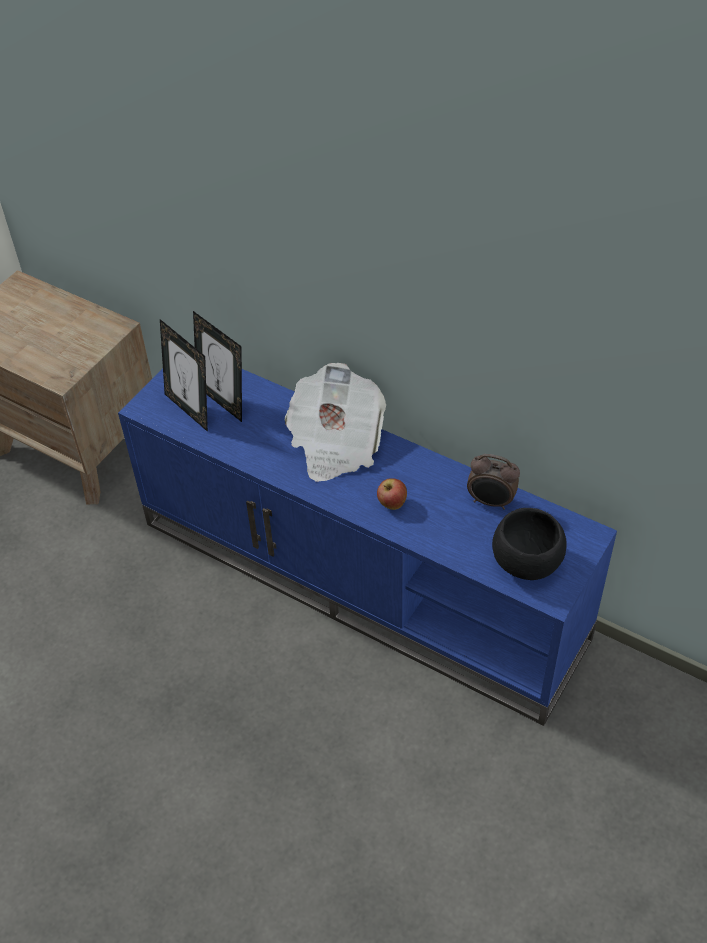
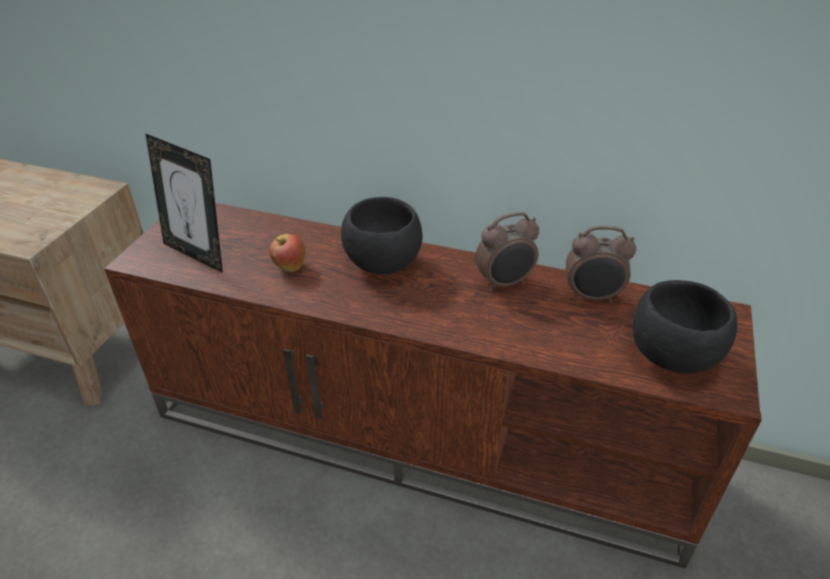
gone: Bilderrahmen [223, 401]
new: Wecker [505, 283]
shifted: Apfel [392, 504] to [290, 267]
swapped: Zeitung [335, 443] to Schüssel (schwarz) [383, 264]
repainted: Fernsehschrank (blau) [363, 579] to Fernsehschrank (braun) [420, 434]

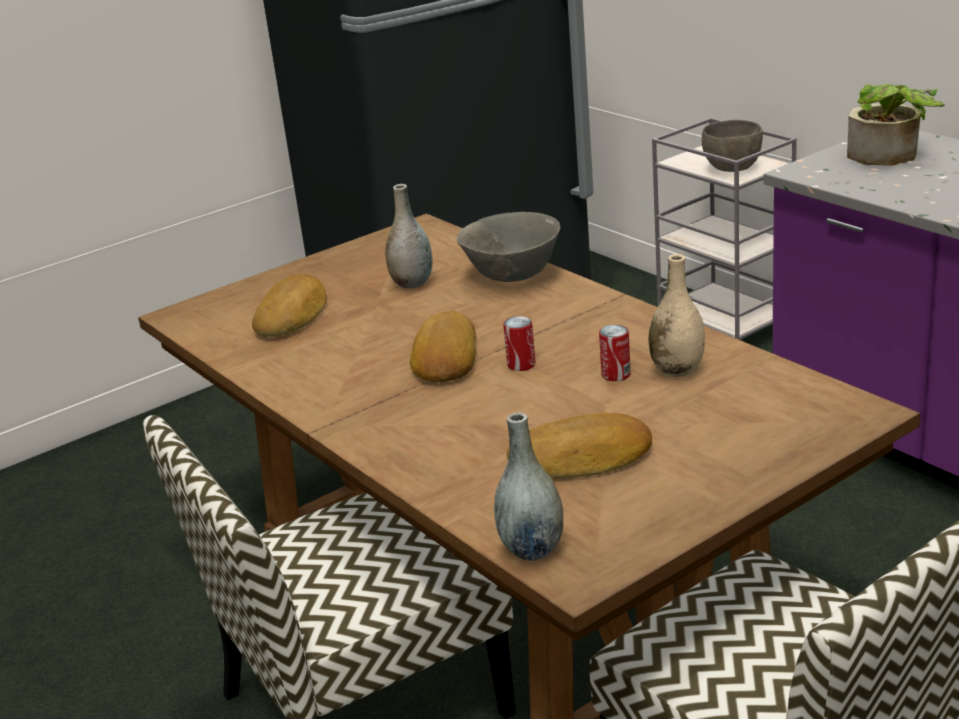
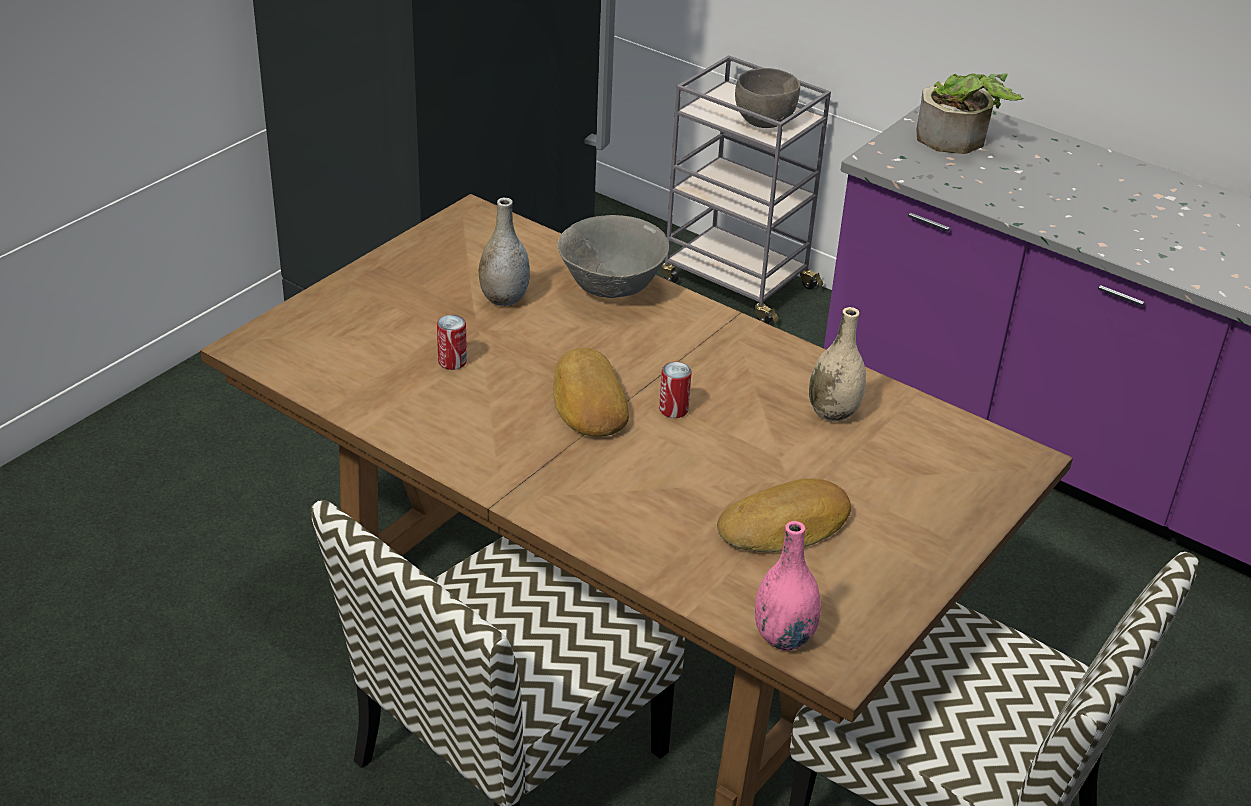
gone: Brot [293, 315]
shifted: Dose [616, 374] to [452, 362]
repainted: Vase (grau) [532, 549] to Vase (rosa) [783, 637]

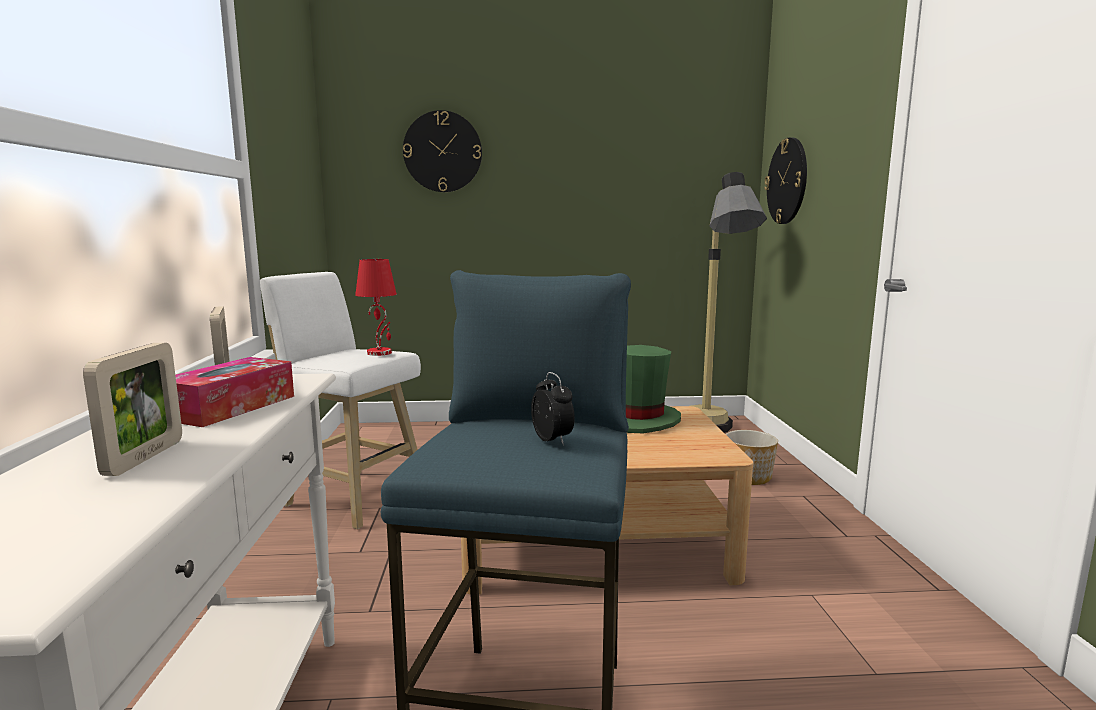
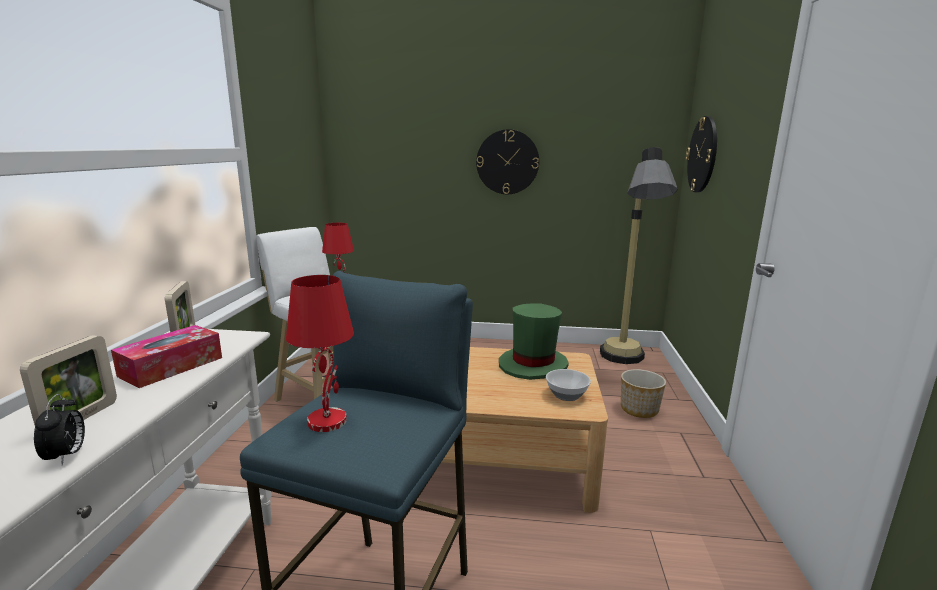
new: Tischlampe (rot) [327, 421]; Schüssel [566, 394]
shifted: Wanduhr [442, 152] to [507, 162]; Wecker [553, 440] to [67, 456]

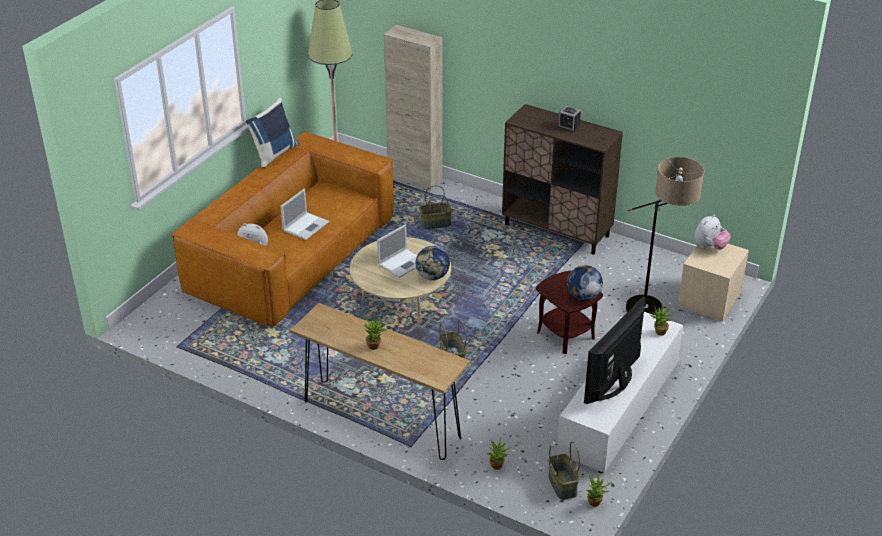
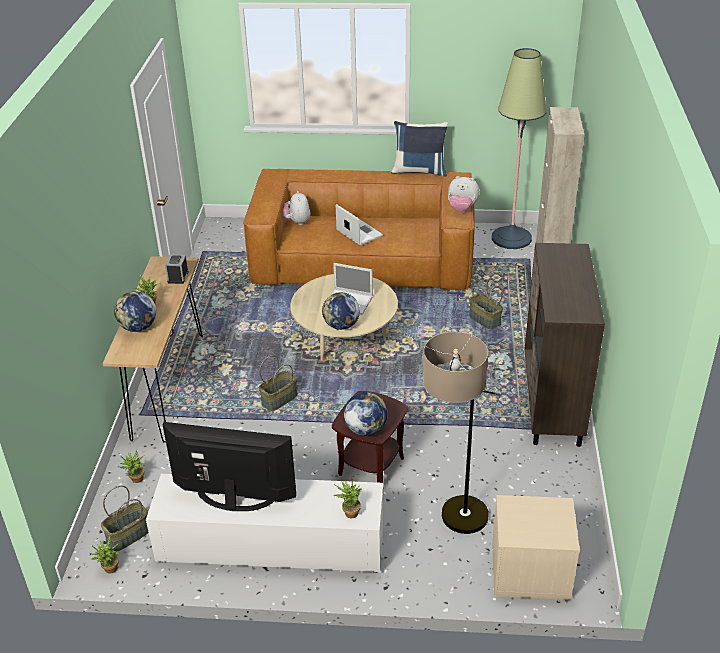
new: Globus [138, 327]
shifted: Wecker [568, 126] to [178, 277]; Plüschtier [709, 247] to [462, 208]
rotated: Laptop [306, 226] = [358, 233] 135 degrees counterclockwise

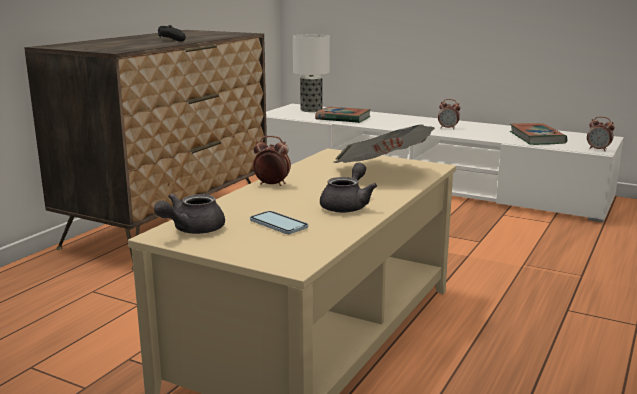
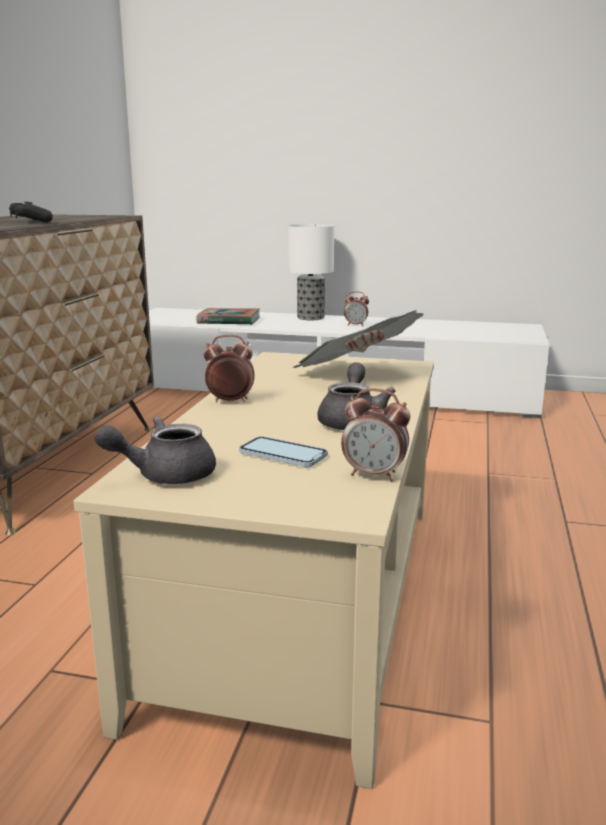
gone: Buch [537, 138]
shifted: Tischlampe [311, 110] to [311, 318]; Wecker [598, 149] to [374, 475]
rotated: Teekanne (grau) [192, 230] = [164, 475] 45 degrees clockwise

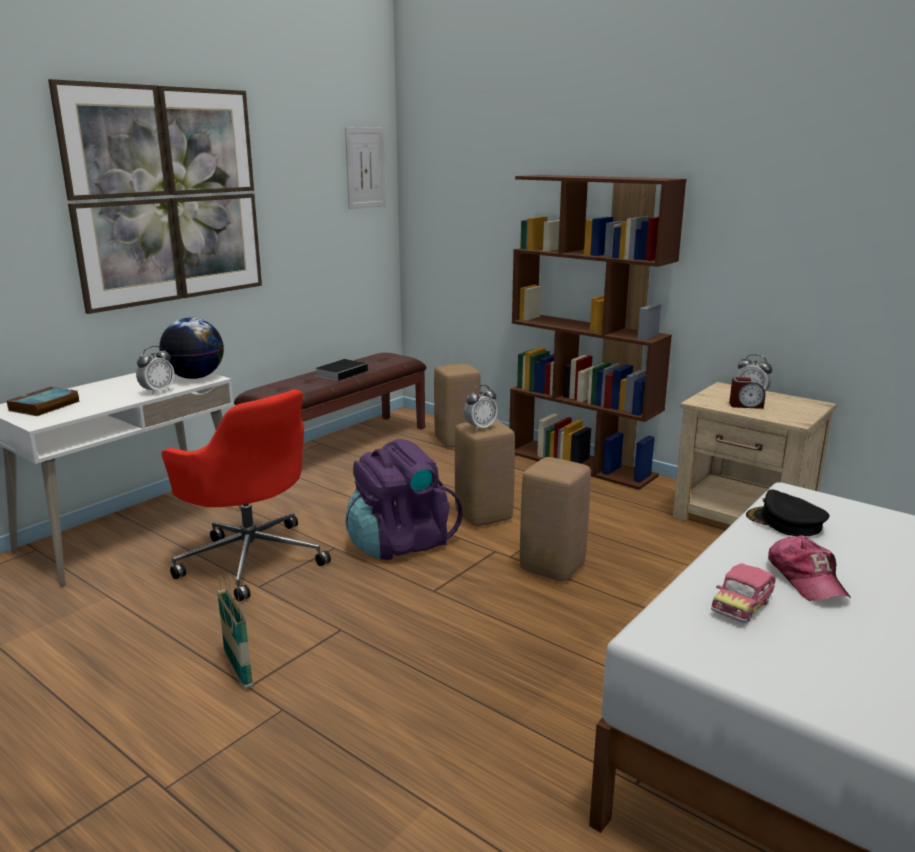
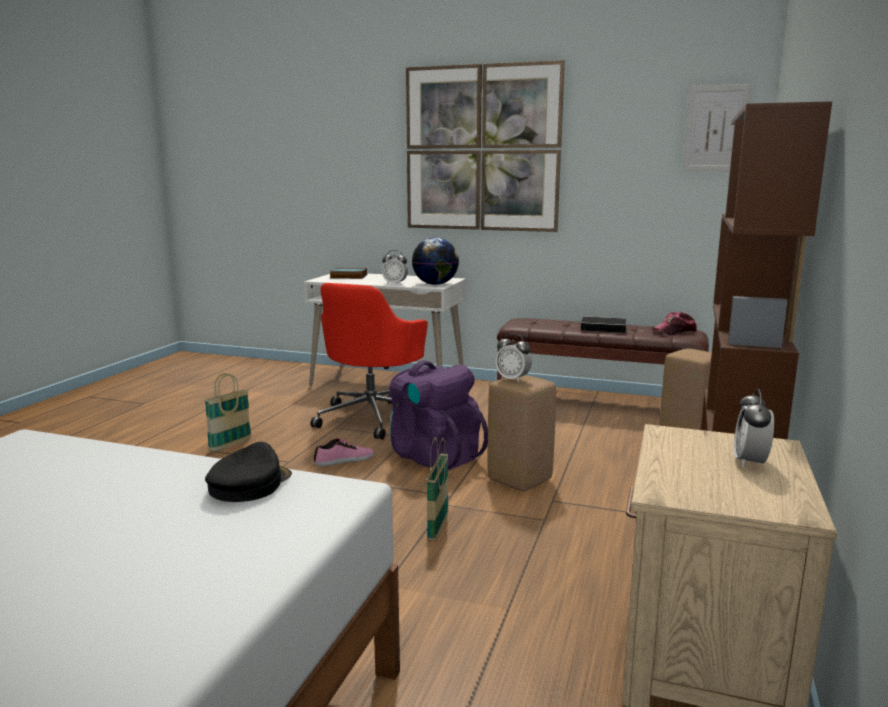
gone: Wecker [745, 405]; Spielzeugauto [742, 606]
new: Schuh [344, 460]
shifted: Kappe [806, 578] to [675, 331]
swapped: Hocker (beige) [553, 567] to Korb [438, 528]

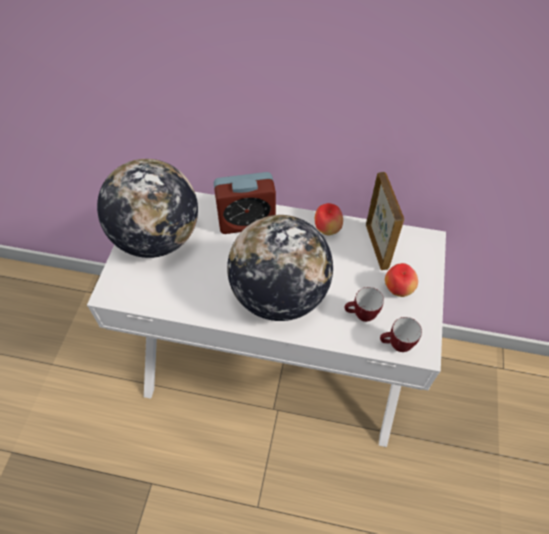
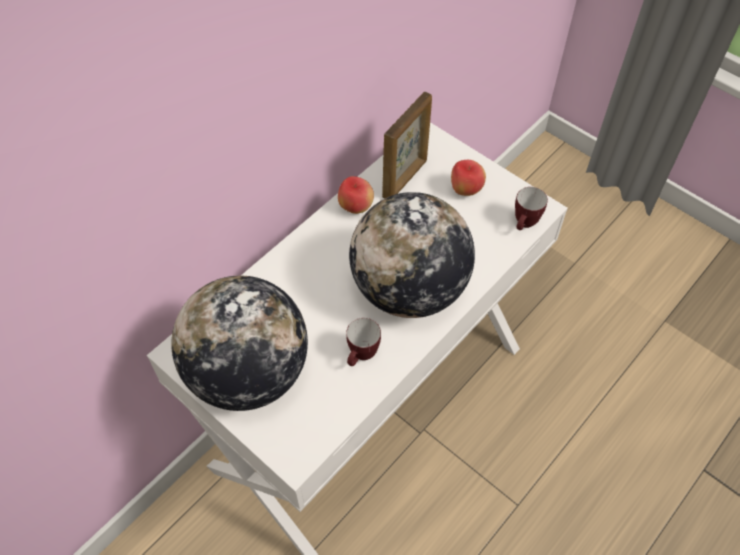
gone: Wecker [246, 221]
shifted: Henkelbecher [360, 316] to [361, 357]
rotated: Bilderrahmen [377, 246] = [405, 178] 105 degrees clockwise

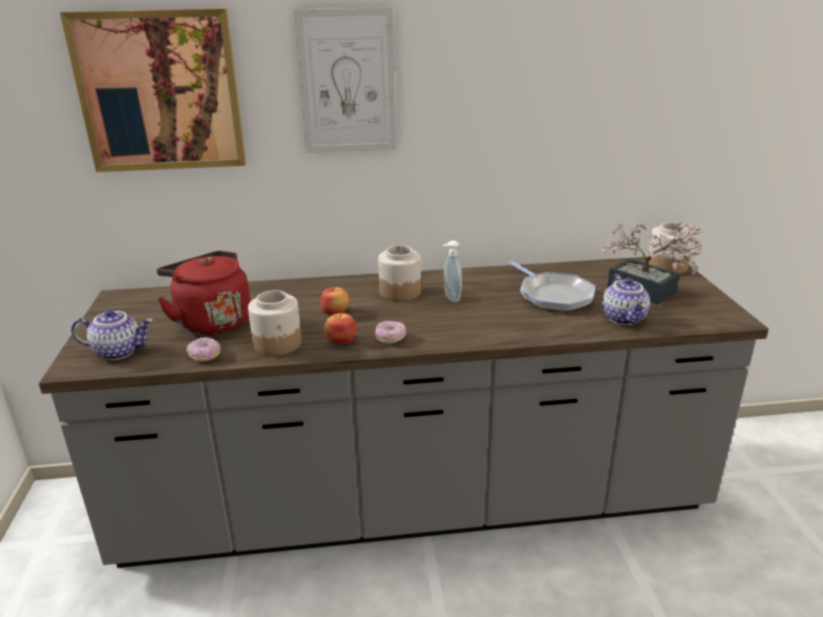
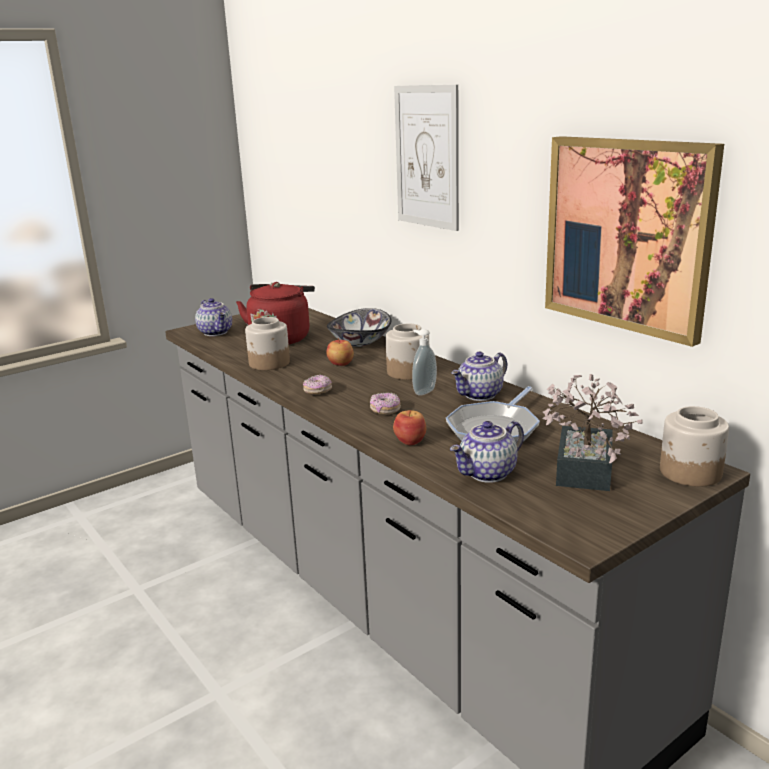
new: Schüssel [361, 342]; Teekanne [480, 395]
shifted: Bild [160, 91] to [627, 235]; Apfel [341, 340] to [411, 440]; Donut [205, 356] to [385, 410]

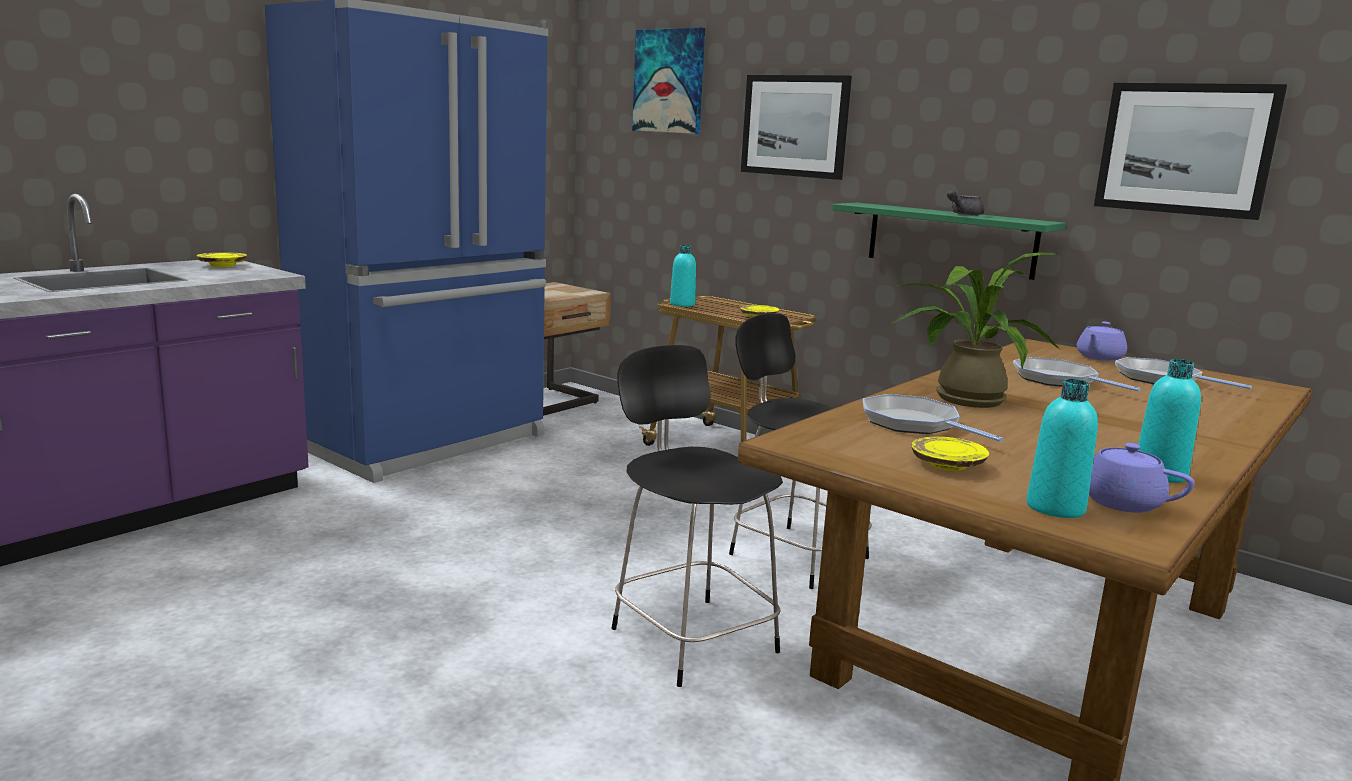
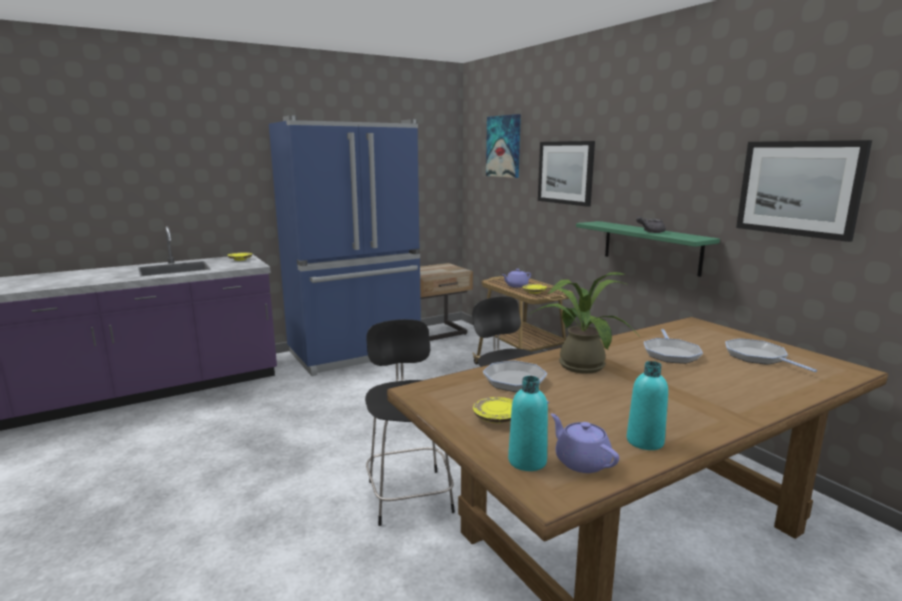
gone: Flasche (türkis) [682, 304]
shifted: Teekanne (lila) [1099, 357] to [516, 286]
rotated: Pfanne [1058, 380] = [670, 353] 150 degrees counterclockwise

